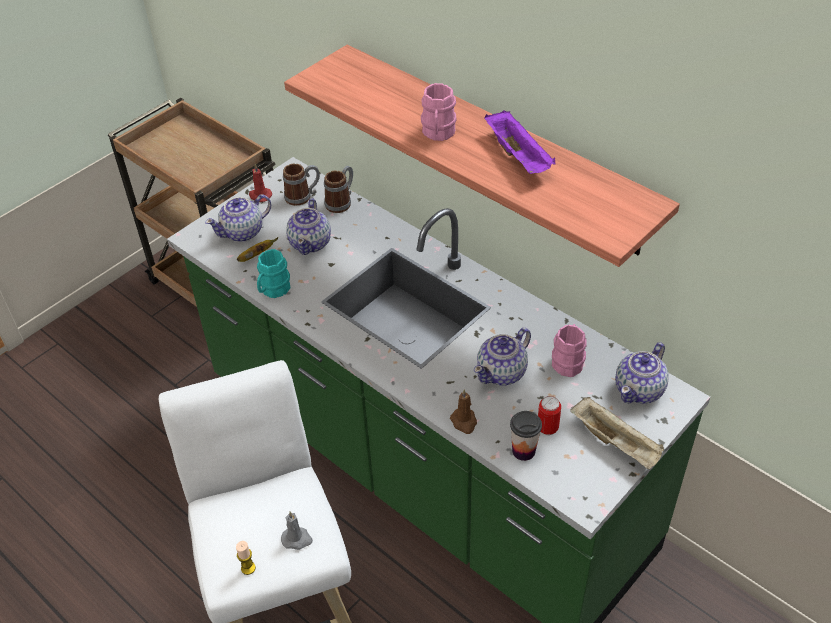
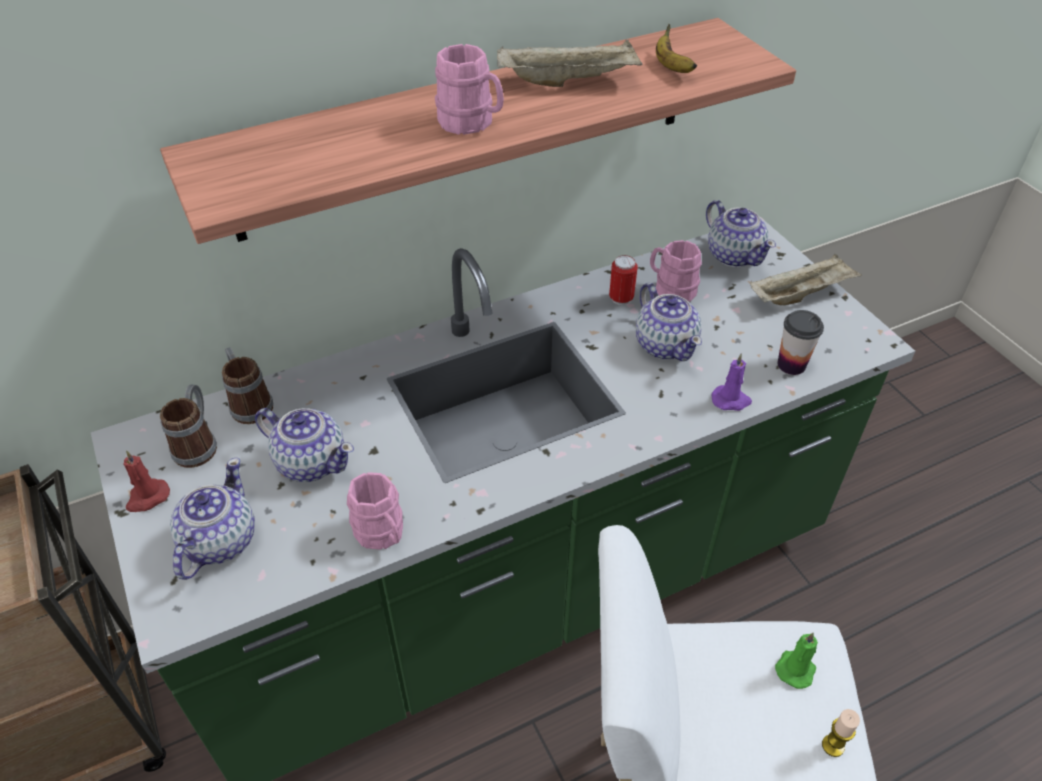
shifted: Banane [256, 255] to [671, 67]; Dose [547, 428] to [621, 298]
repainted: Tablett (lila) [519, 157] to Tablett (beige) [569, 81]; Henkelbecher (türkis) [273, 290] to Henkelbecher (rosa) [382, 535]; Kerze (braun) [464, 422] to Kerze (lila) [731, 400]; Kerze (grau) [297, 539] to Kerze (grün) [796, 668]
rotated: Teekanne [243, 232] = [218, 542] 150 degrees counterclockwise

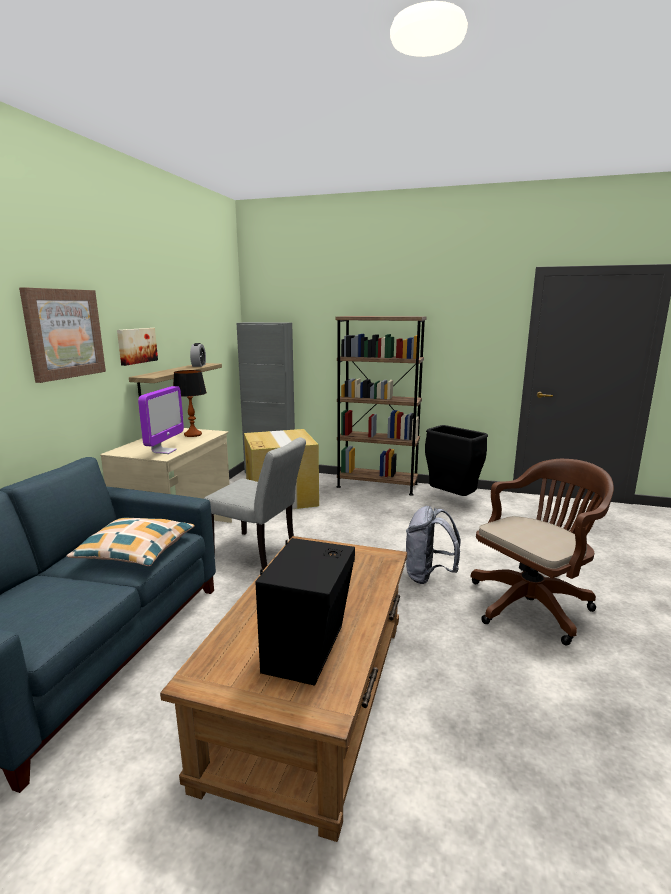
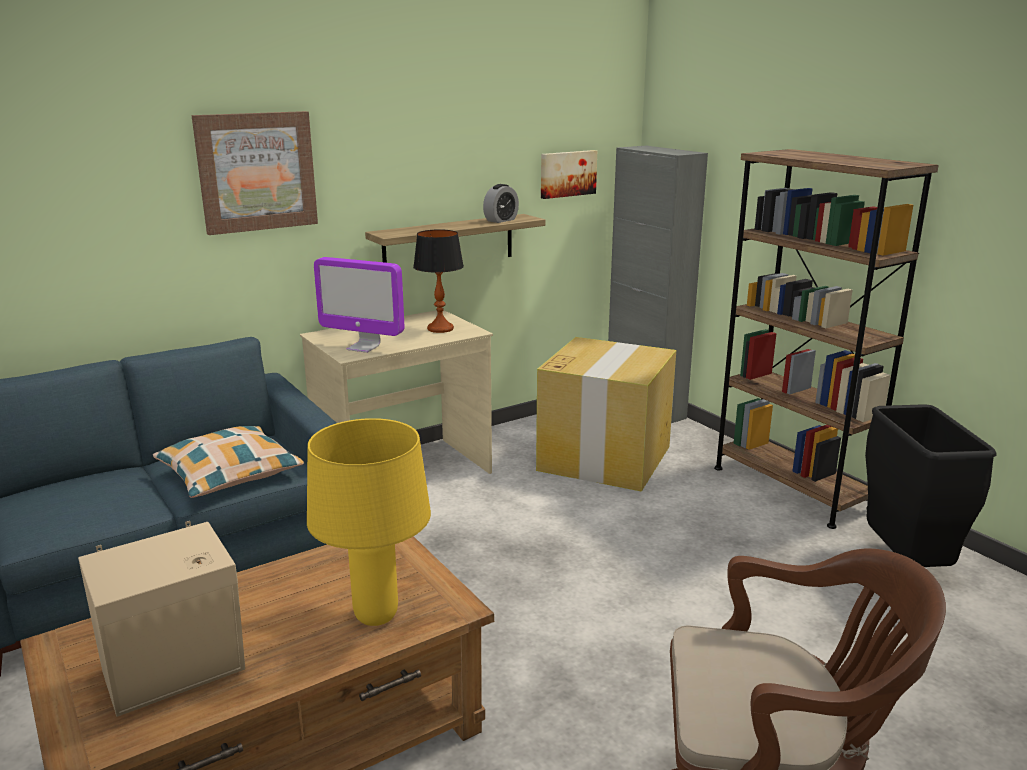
gone: Stuhl (grau) [259, 552]; Rucksack (grau) [428, 576]
new: Tischlampe (gelb) [375, 616]
shifted: Bild [136, 345] to [567, 173]
repainted: Lautsprecher (schwarz) [309, 648] to Lautsprecher (beige) [178, 674]
rotated: Monitor [164, 451] = [363, 347] 60 degrees clockwise

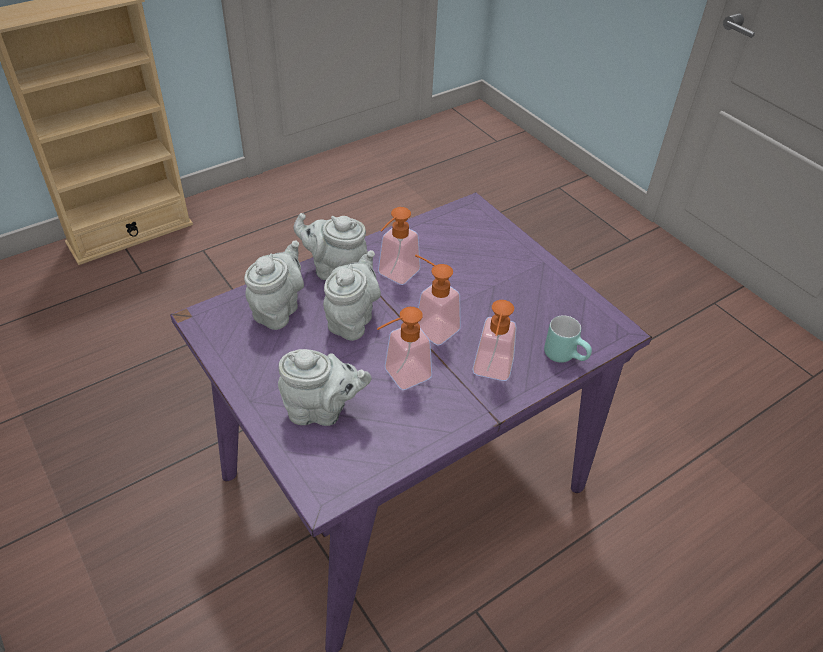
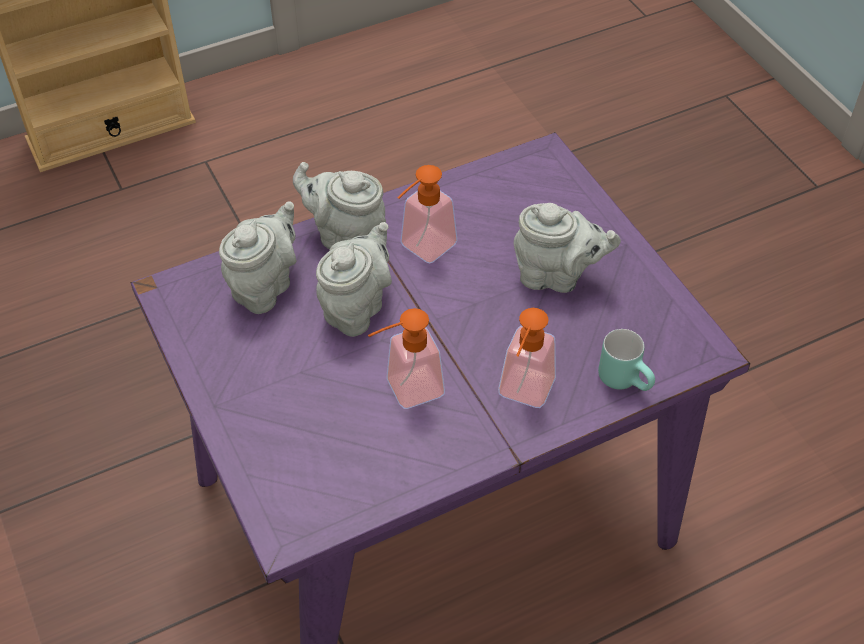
gone: Seifenspender [431, 326]
shifted: Teekanne (grau) [322, 410] to [556, 276]

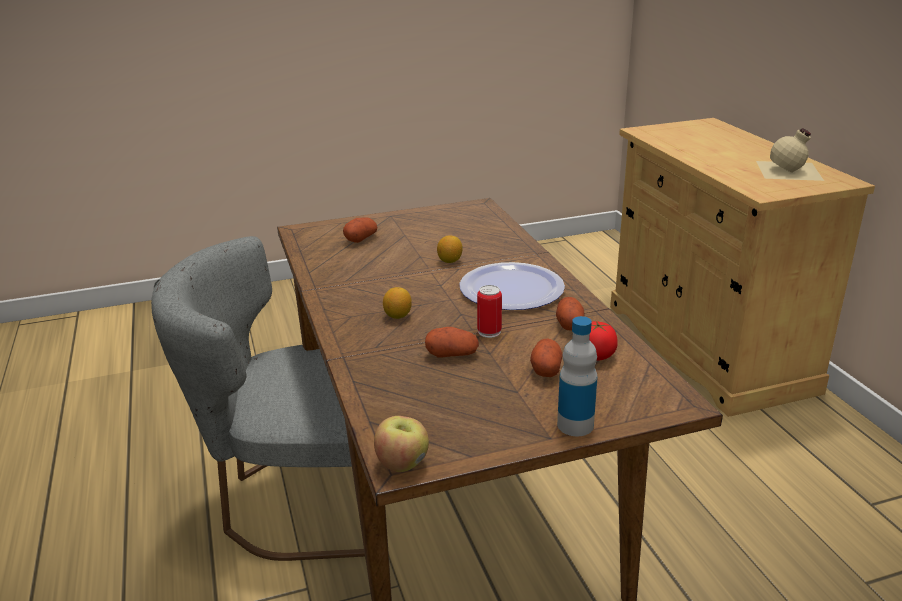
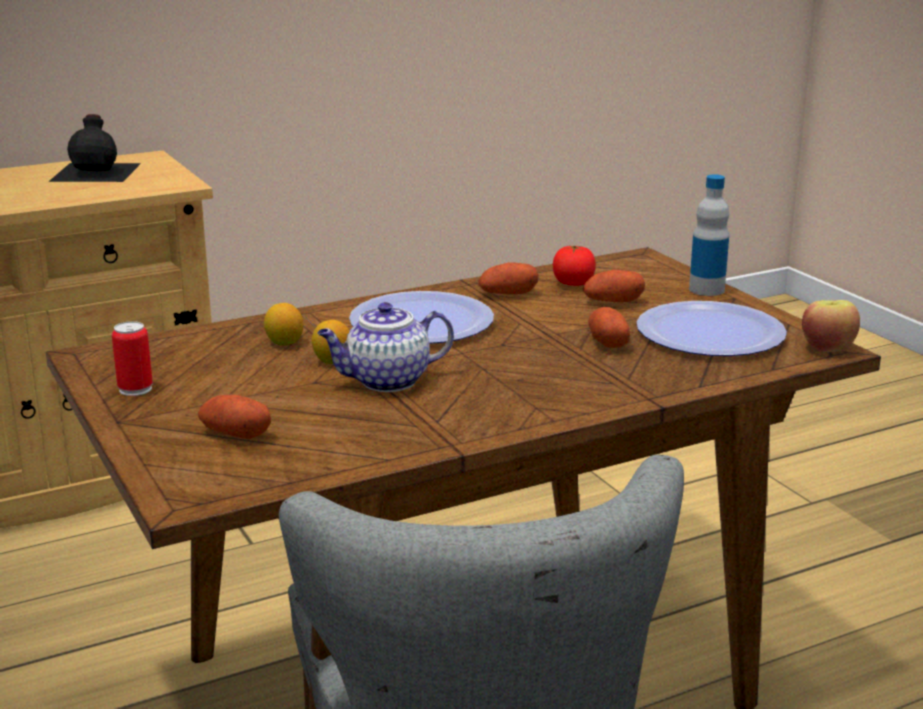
new: Teller [709, 333]; Teekanne [386, 381]
shifted: Dose [489, 332] to [135, 389]; Zitrone [397, 316] to [284, 343]
repainted: Flasche (beige) [790, 170] to Flasche (schwarz) [97, 171]

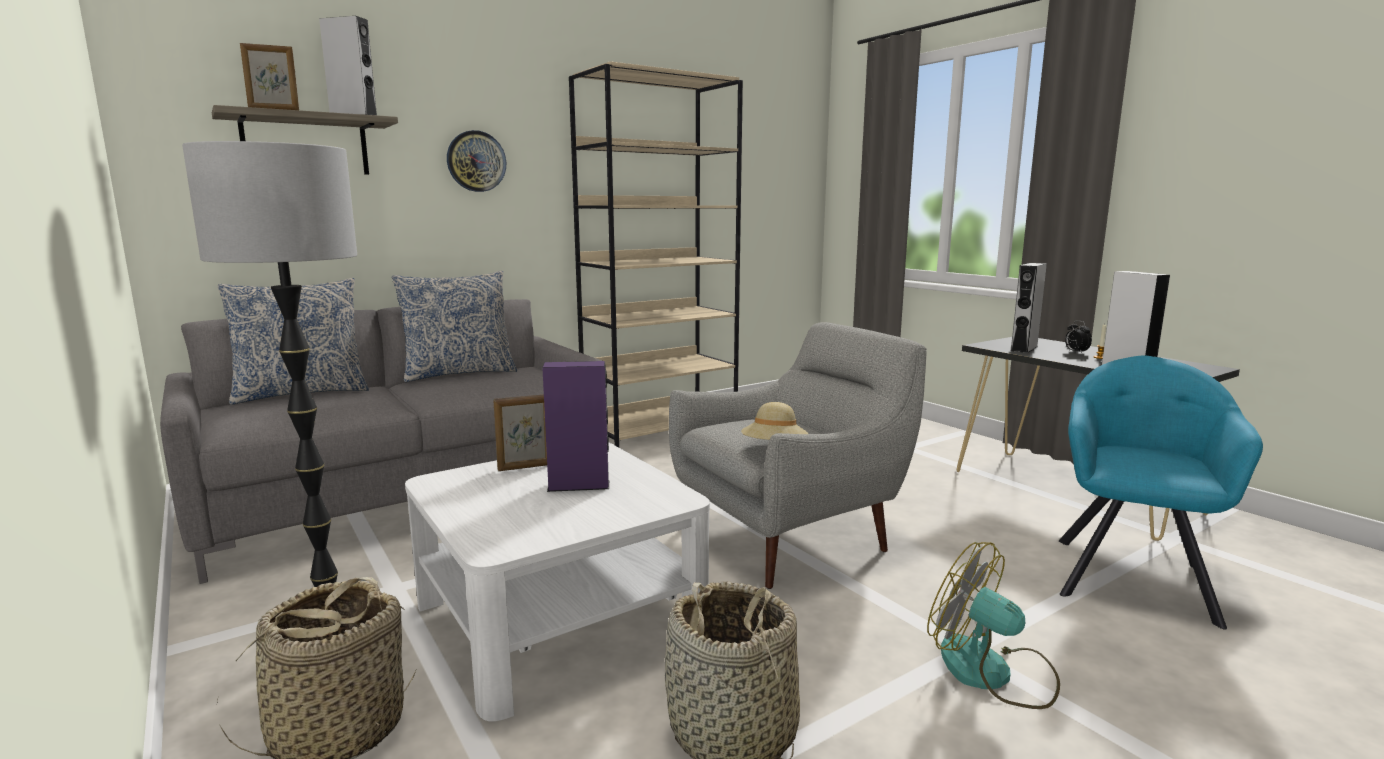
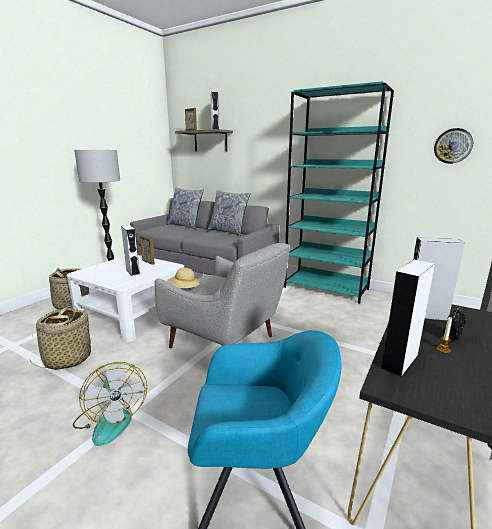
shifted: Wanduhr [476, 161] to [453, 146]
repainted: Bücherregal (beige) [661, 429] to Bücherregal (türkis) [326, 288]; Lautsprecher (lila) [579, 485] to Lautsprecher (weiß) [132, 271]
rotated: Ventilator [992, 672] = [111, 420] 135 degrees clockwise

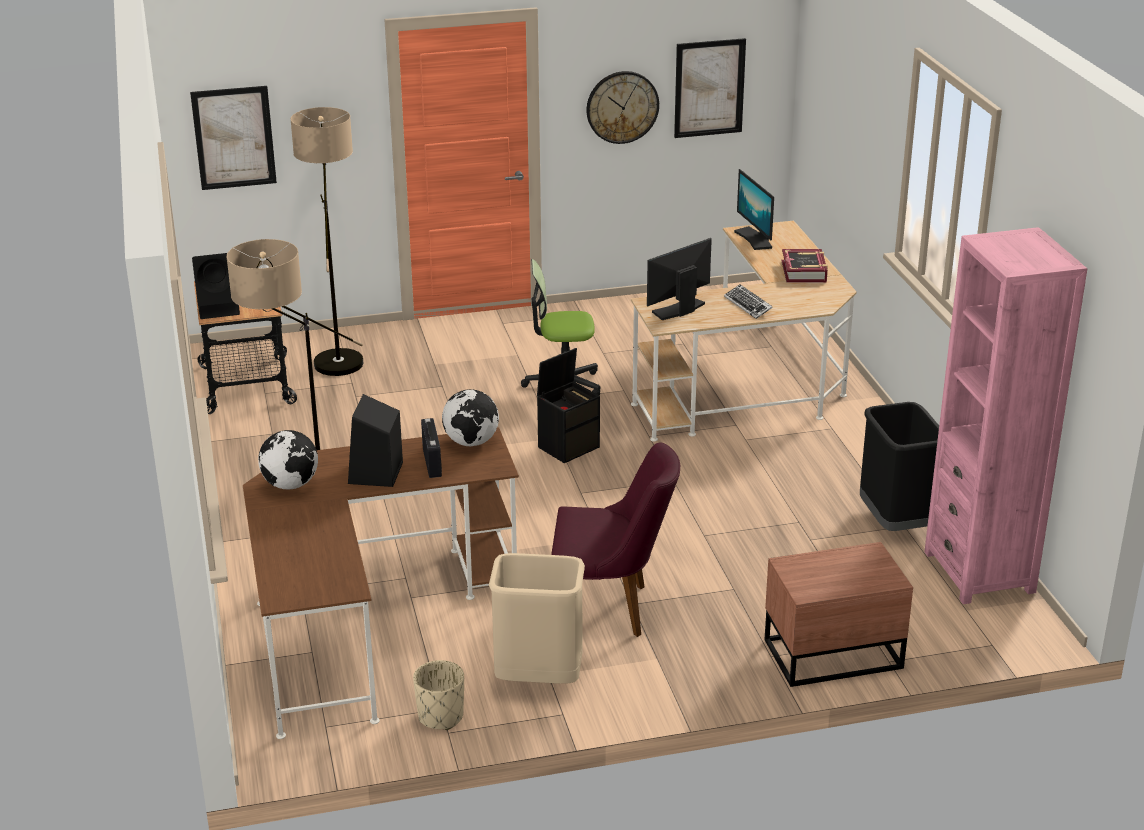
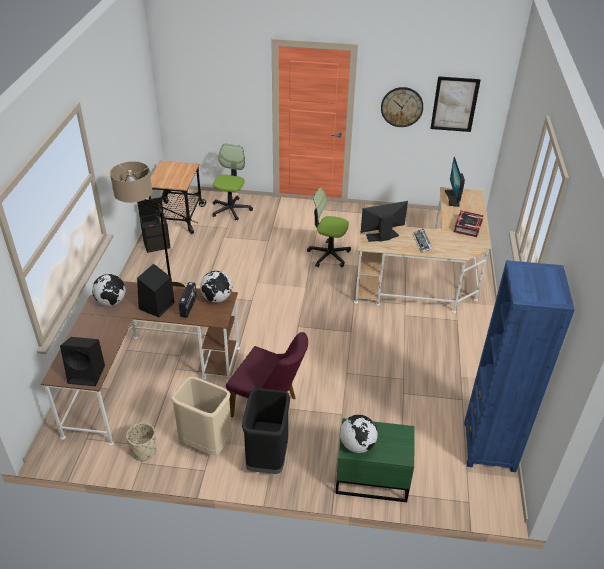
gone: Bild [234, 137]
new: Globus [357, 445]
shifted: Lautsprecher (schwarz) [220, 308] to [87, 374]; Aufbewahrungsbox (schwarz) [569, 446] to [157, 244]; Mülleimer (schwarz) [896, 522] to [268, 458]
swapped: Stehlampe [339, 354] to Bürostuhl [231, 209]
repainted: Bücherregal (rosa) [979, 572] to Bücherregal (blau) [489, 446]; Nachttisch (braun) [830, 653] to Nachttisch (grün) [371, 476]

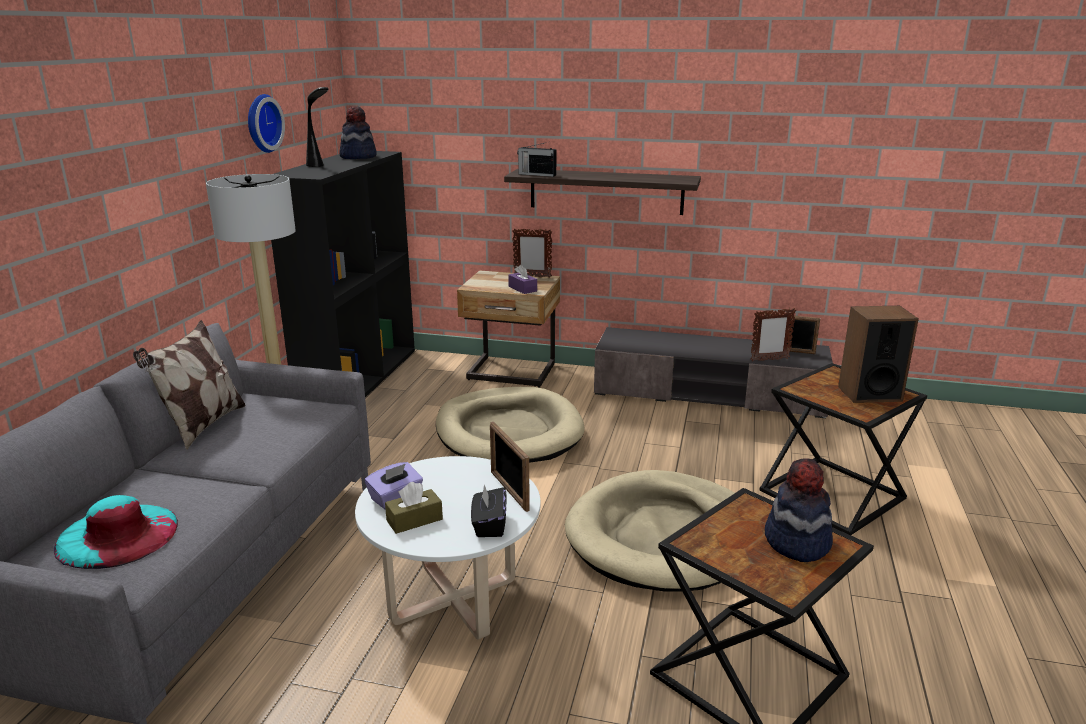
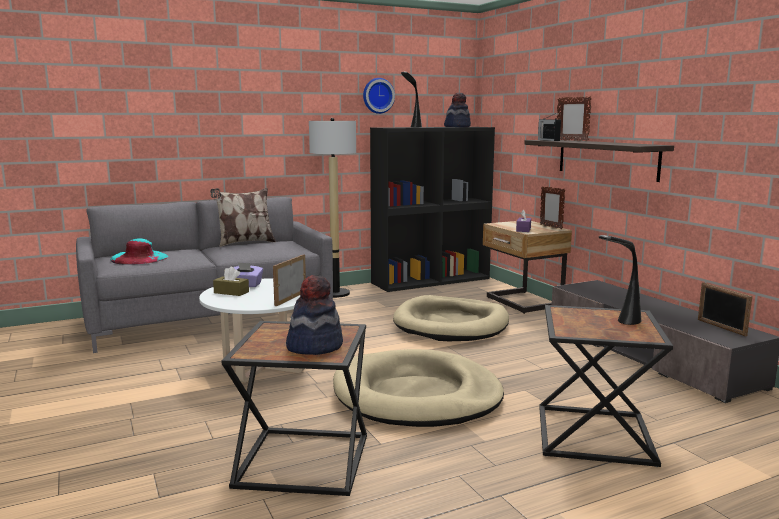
gone: Taschentuchbox (schwarz) [489, 525]
shifted: Bilderrahmen [769, 360] to [571, 140]
swapped: Lautsprecher [869, 393] to Tischlampe (schwarz) [616, 328]

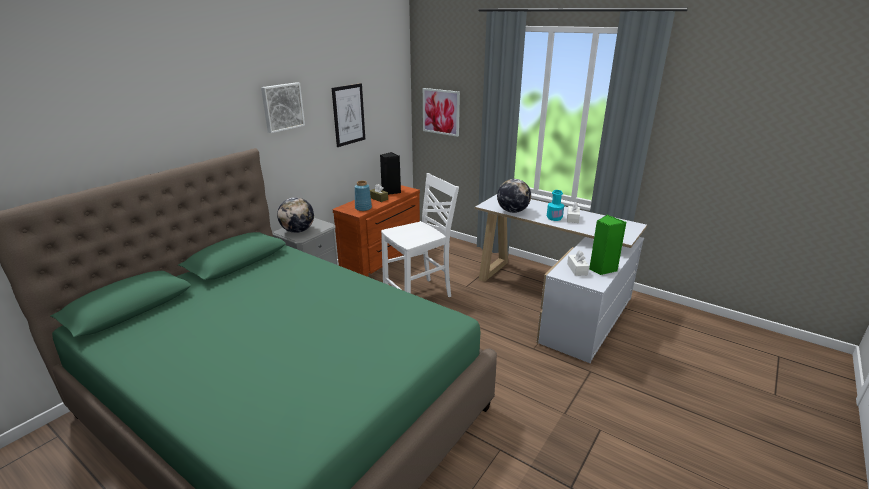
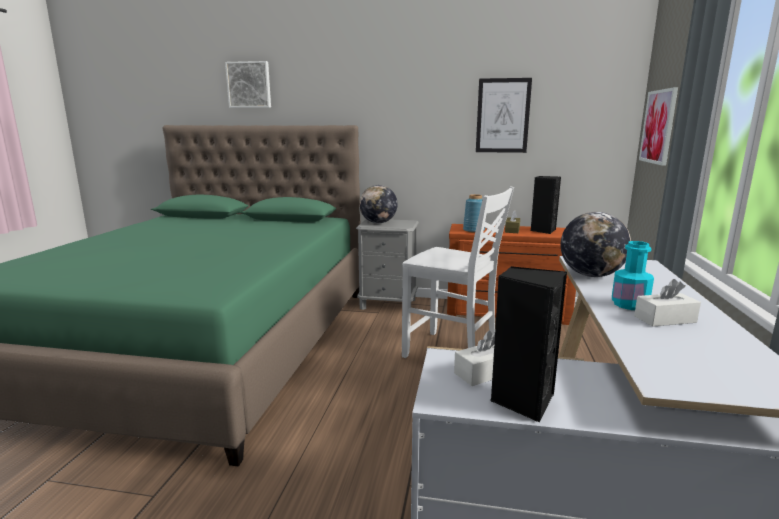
shifted: Bild [282, 107] to [249, 85]
repainted: Lautsprecher (grün) [601, 269] to Lautsprecher (schwarz) [521, 400]

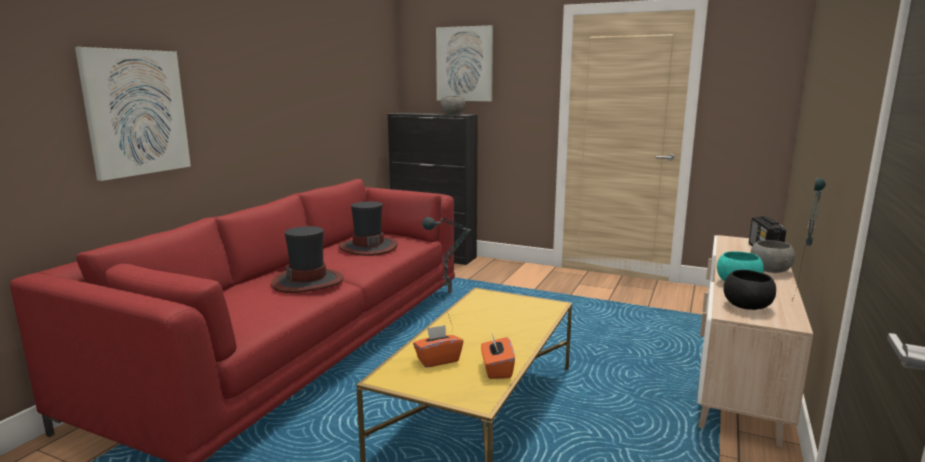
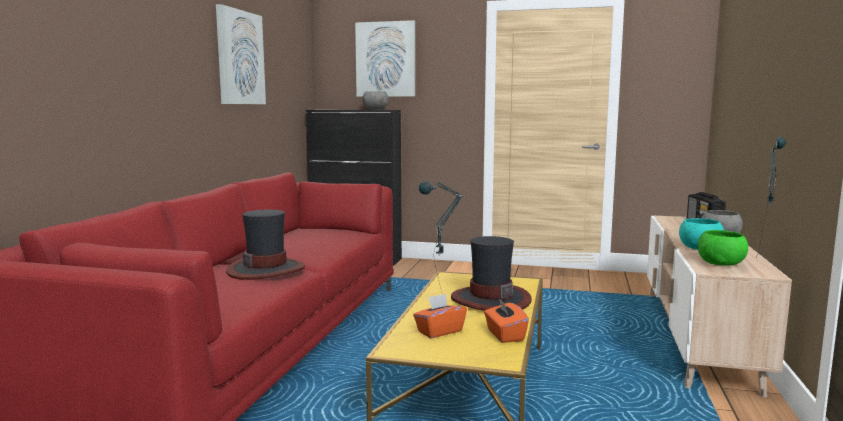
shifted: Bild [136, 112] to [240, 58]; Hut [368, 247] to [490, 299]
repainted: Schüssel (schwarz) [747, 306] to Schüssel (grün) [720, 264]

